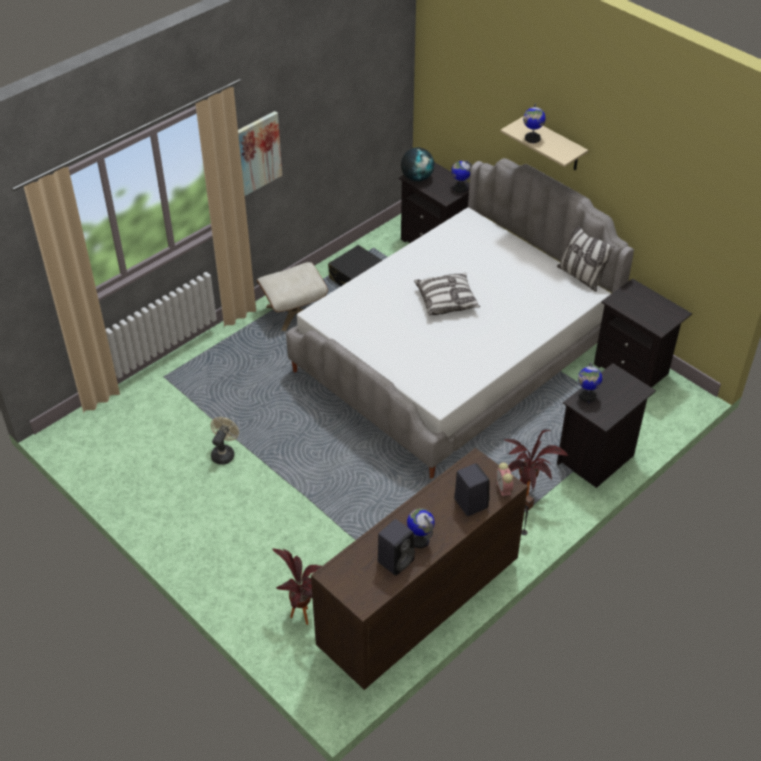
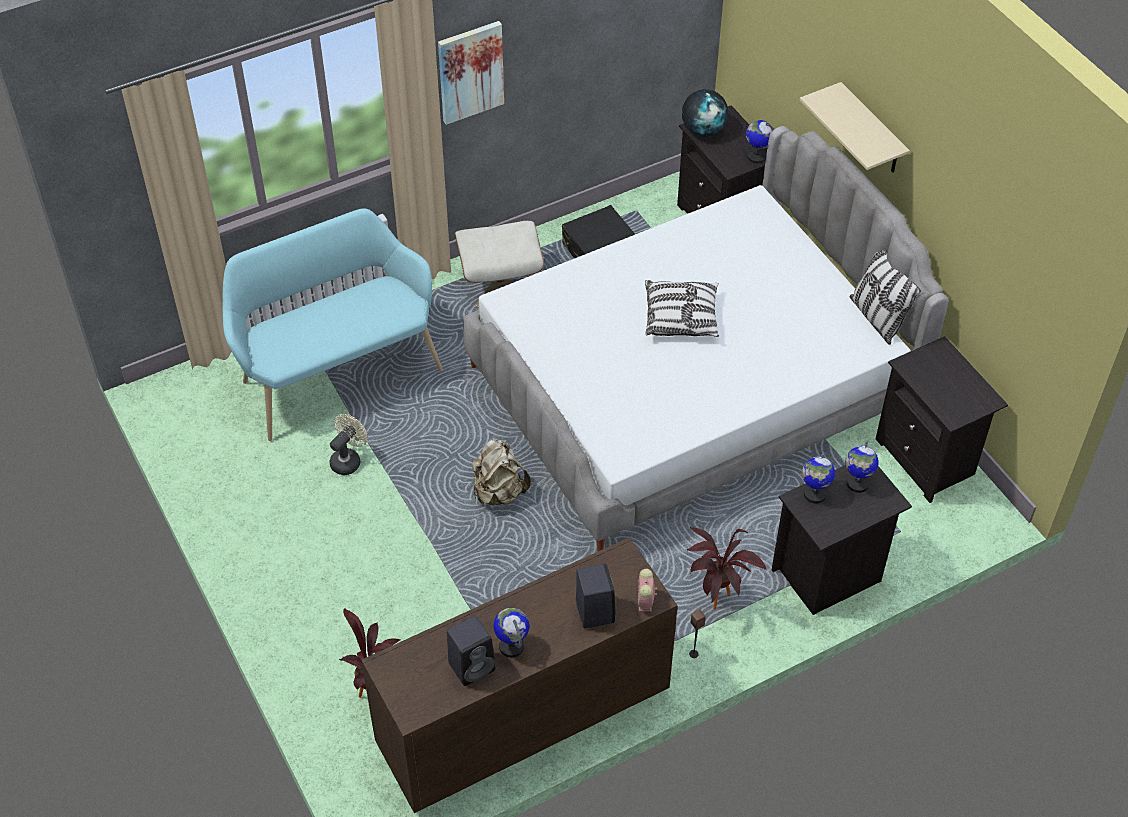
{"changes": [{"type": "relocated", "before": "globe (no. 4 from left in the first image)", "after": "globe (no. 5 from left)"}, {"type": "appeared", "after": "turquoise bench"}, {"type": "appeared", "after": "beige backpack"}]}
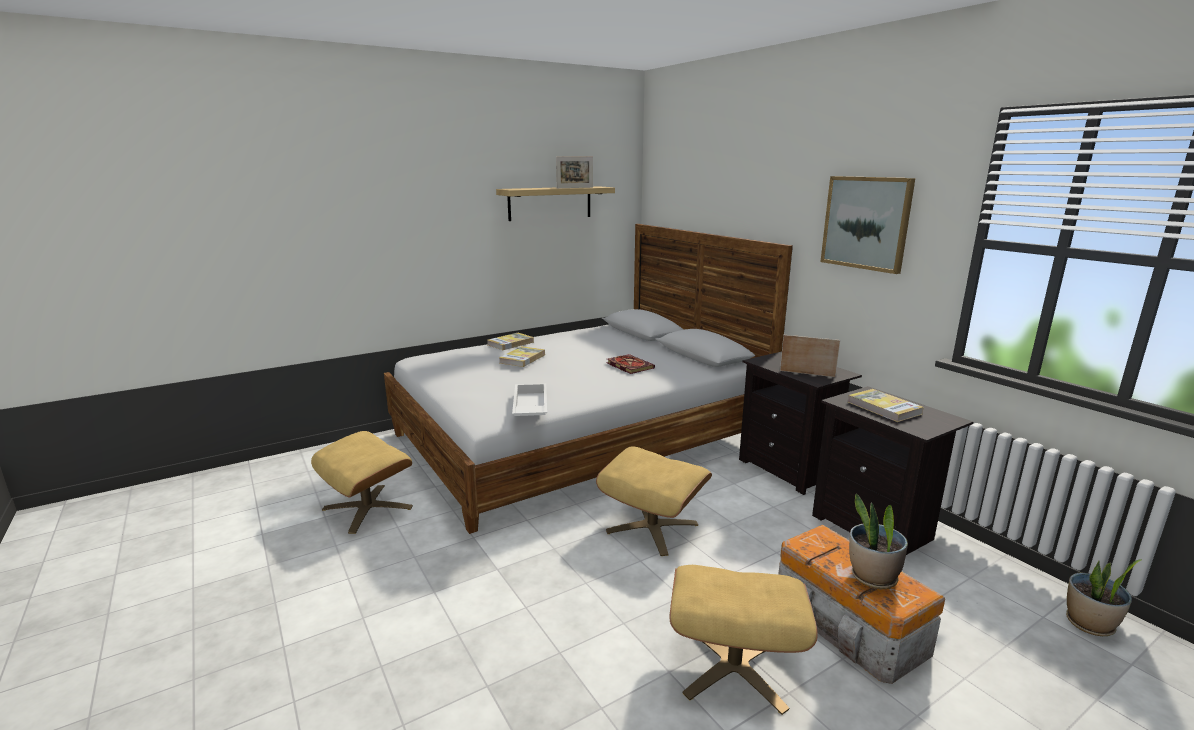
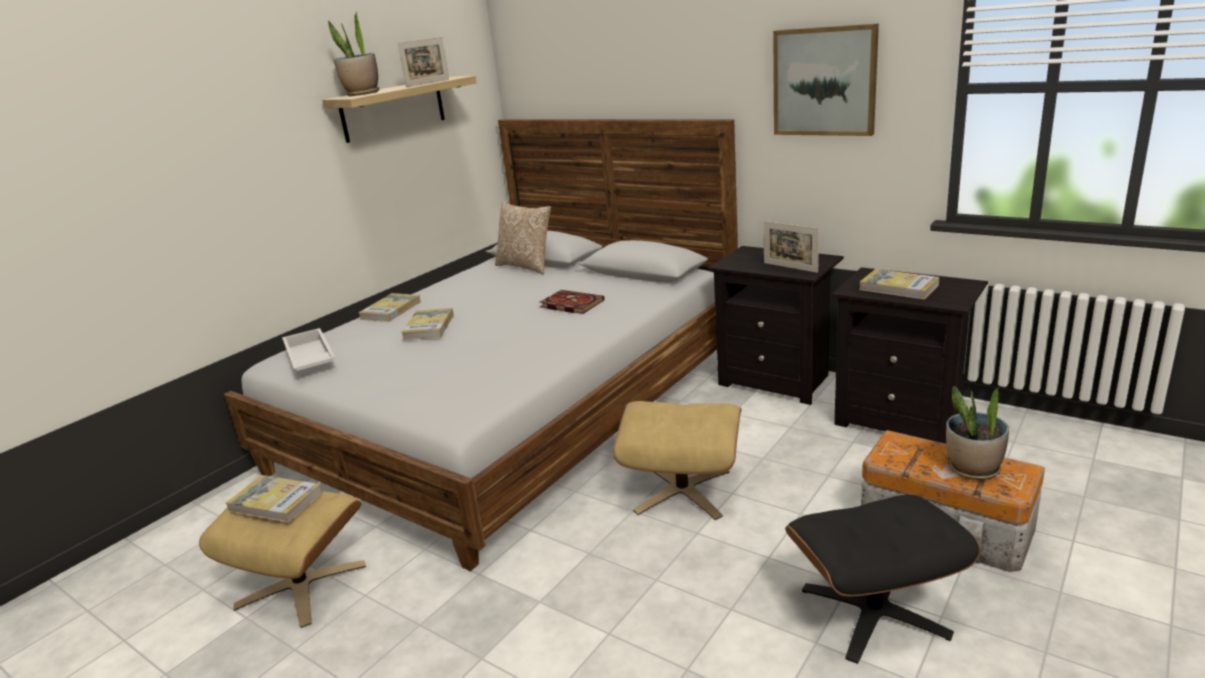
{"changes": [{"type": "spun", "before": "picture frame (no. 2 from left)", "turn": -135}, {"type": "relocated", "before": "white tray"}, {"type": "relocated", "before": "potted plant (no. 2 from left in the first image)", "after": "potted plant (no. 1 from left)"}, {"type": "colour", "before": "beige ottoman (no. 3 from left)", "after": "black ottoman"}, {"type": "appeared", "after": "pillow"}, {"type": "appeared", "after": "book (no. 1 from left)"}]}
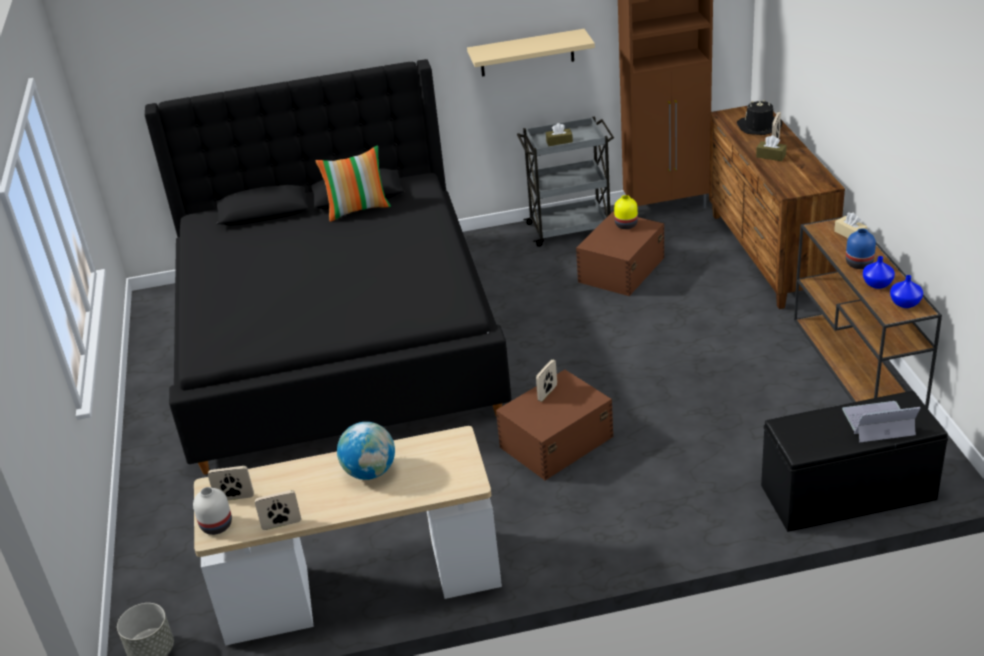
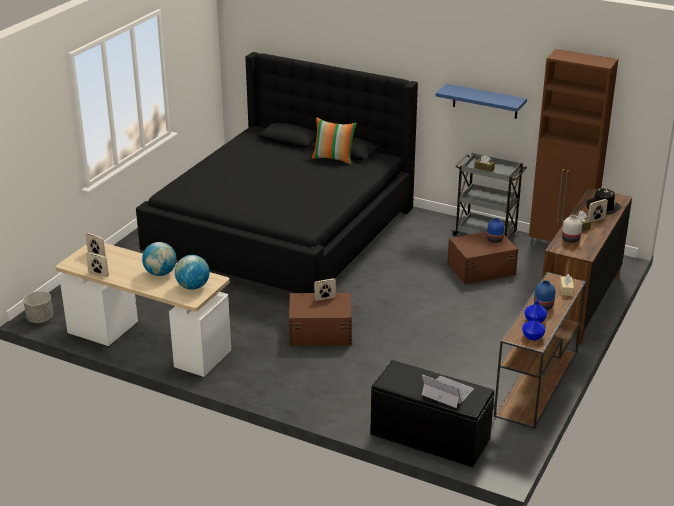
{"changes": [{"type": "colour", "before": "beige shelf", "after": "blue shelf"}, {"type": "colour", "before": "yellow vase", "after": "blue vase (no. 1 from left)"}, {"type": "relocated", "before": "white vase"}, {"type": "appeared", "after": "globe (no. 2 from left)"}]}
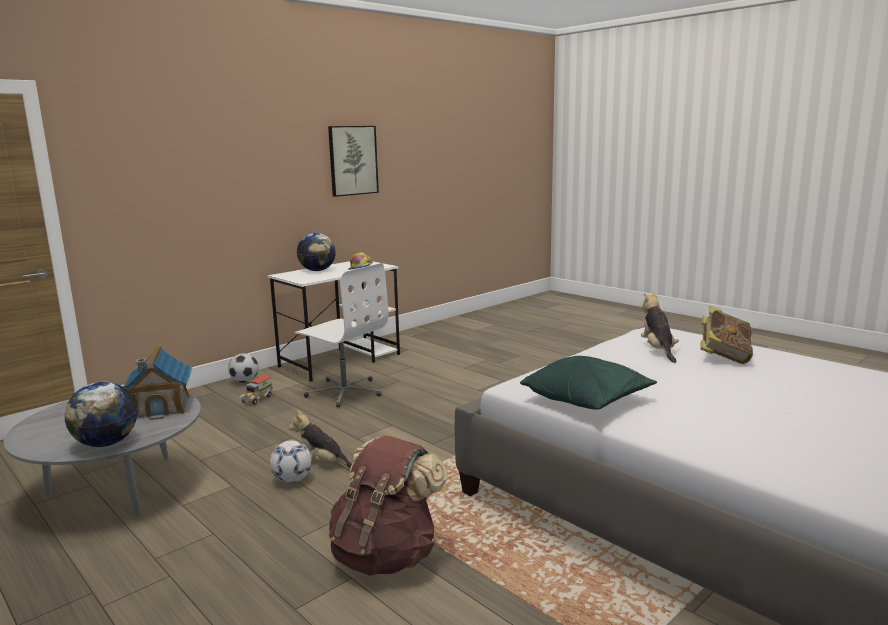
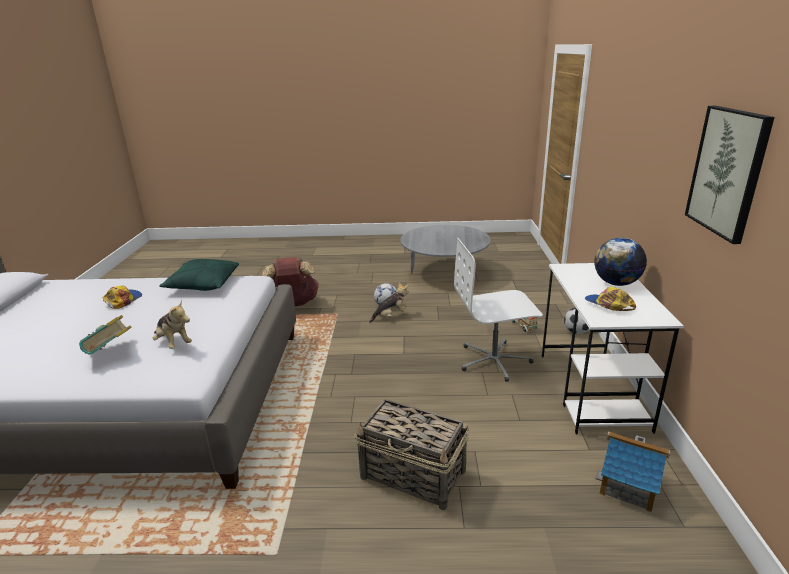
{"changes": [{"type": "relocated", "before": "toy house"}, {"type": "missing", "before": "globe (no. 1 from left)"}, {"type": "appeared", "after": "cap (no. 1 from left)"}, {"type": "appeared", "after": "basket"}]}
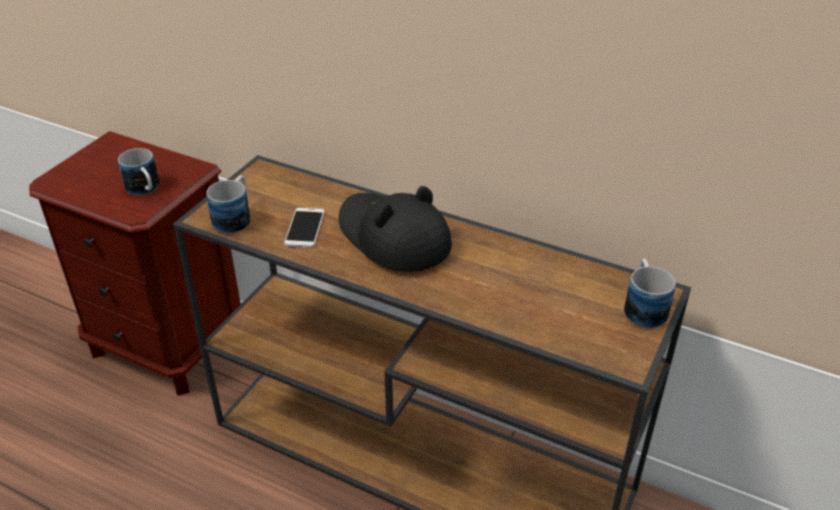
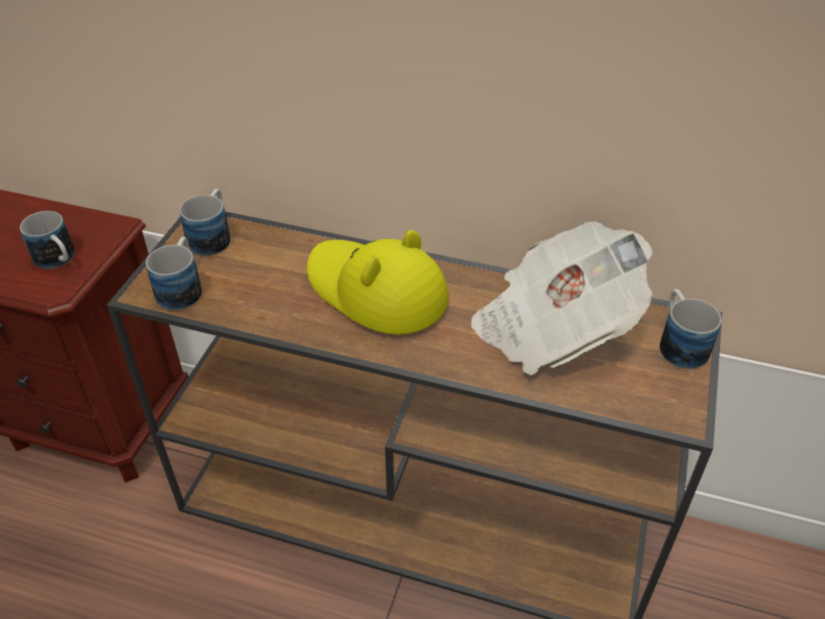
{"changes": [{"type": "colour", "before": "black hat", "after": "yellow hat"}, {"type": "missing", "before": "phone"}, {"type": "appeared", "after": "mug (no. 3 from left)"}, {"type": "appeared", "after": "newspaper"}]}
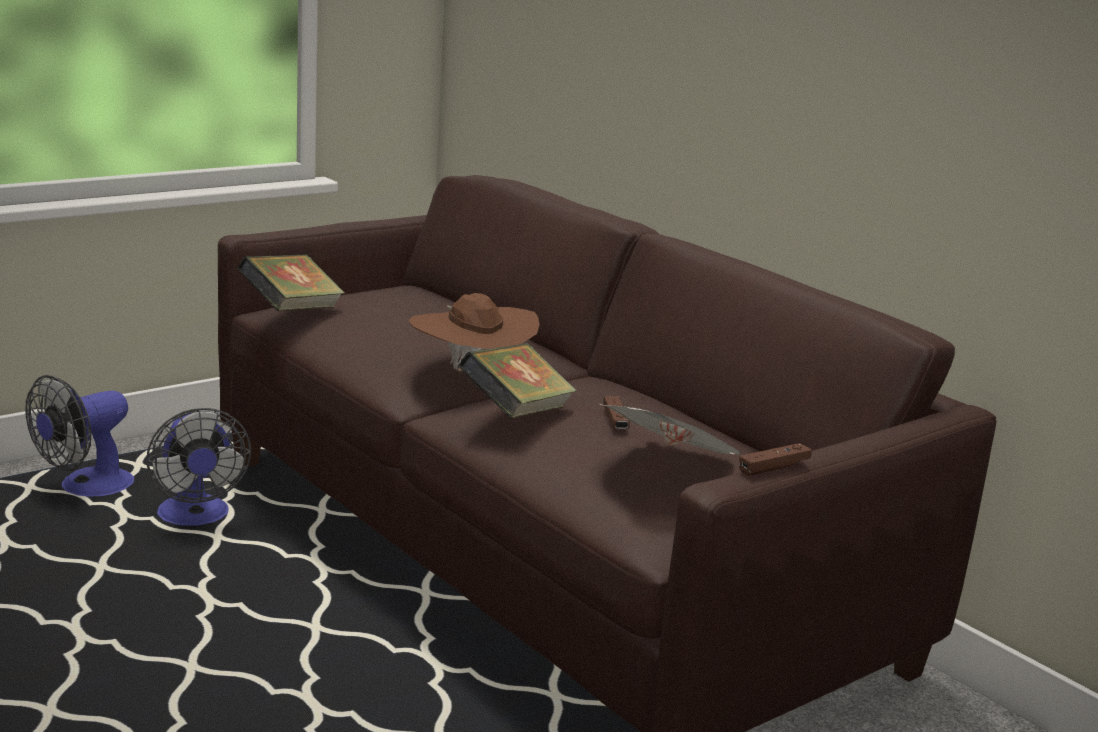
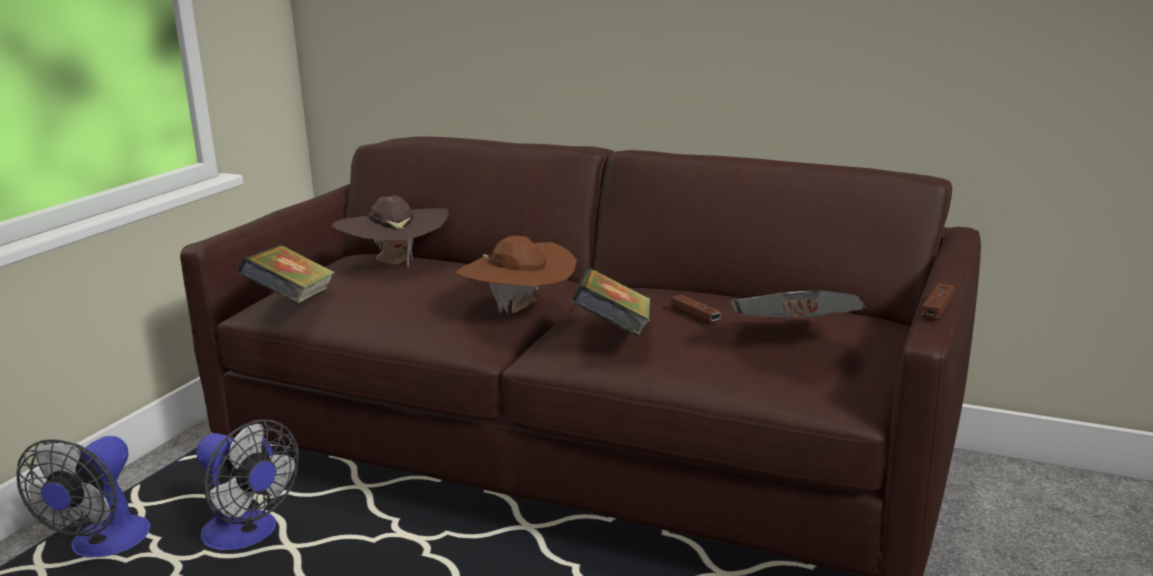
{"changes": [{"type": "appeared", "after": "brown hat (no. 1 from left)"}]}
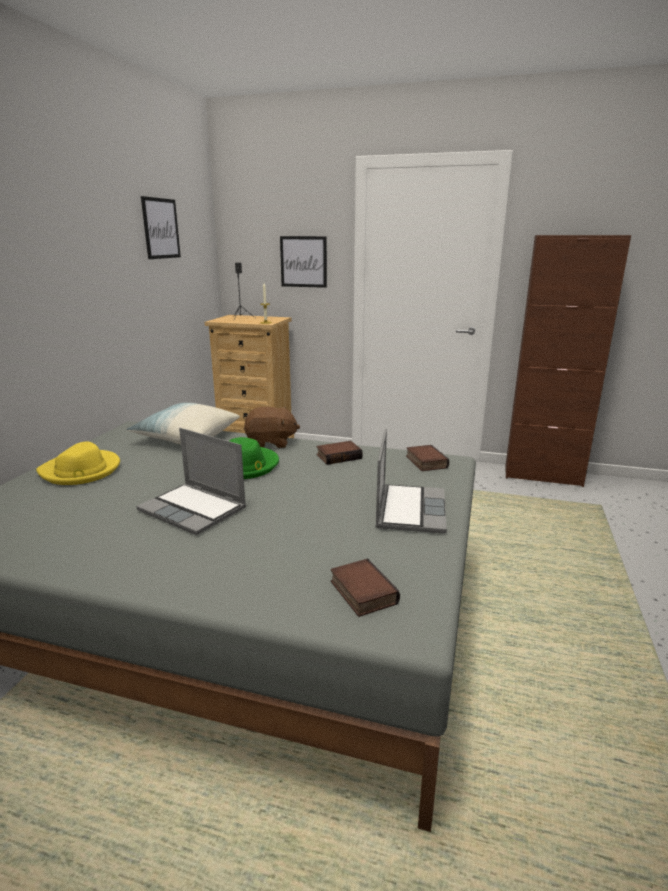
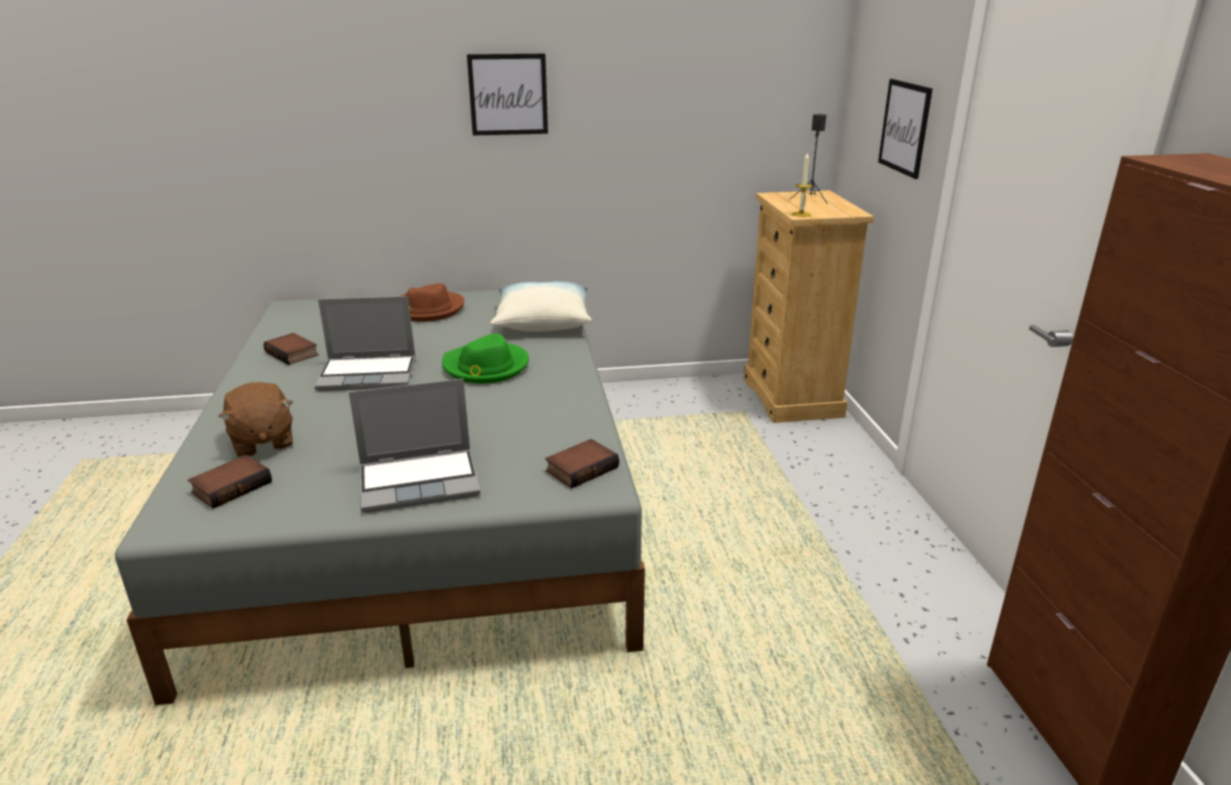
{"changes": [{"type": "relocated", "before": "picture (no. 1 from left)"}, {"type": "relocated", "before": "brown plush toy"}, {"type": "spun", "before": "laptop (no. 1 from left)", "turn": -105}, {"type": "relocated", "before": "book (no. 1 from left in the first image)", "after": "book (no. 2 from left)"}, {"type": "colour", "before": "yellow hat", "after": "brown hat"}]}
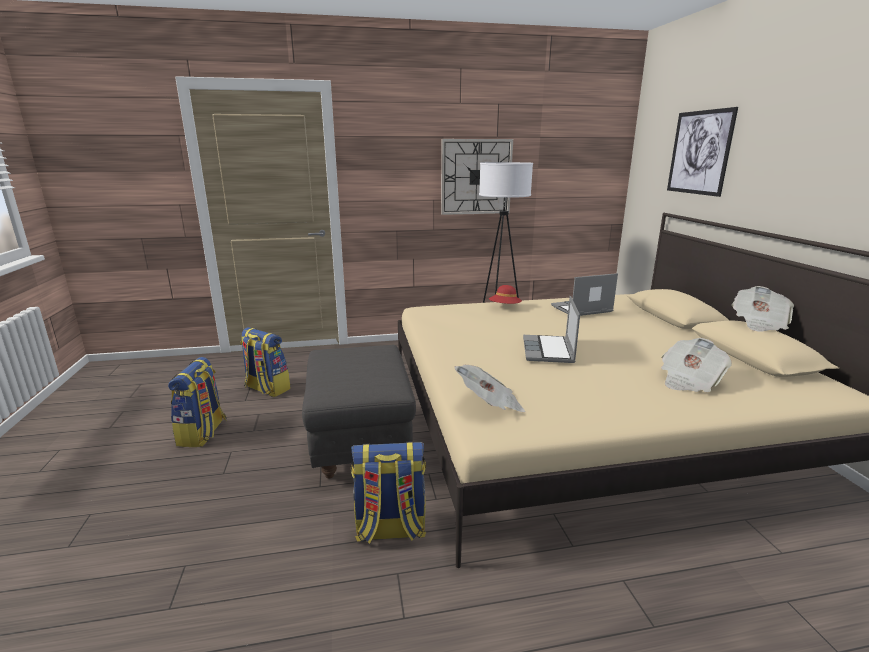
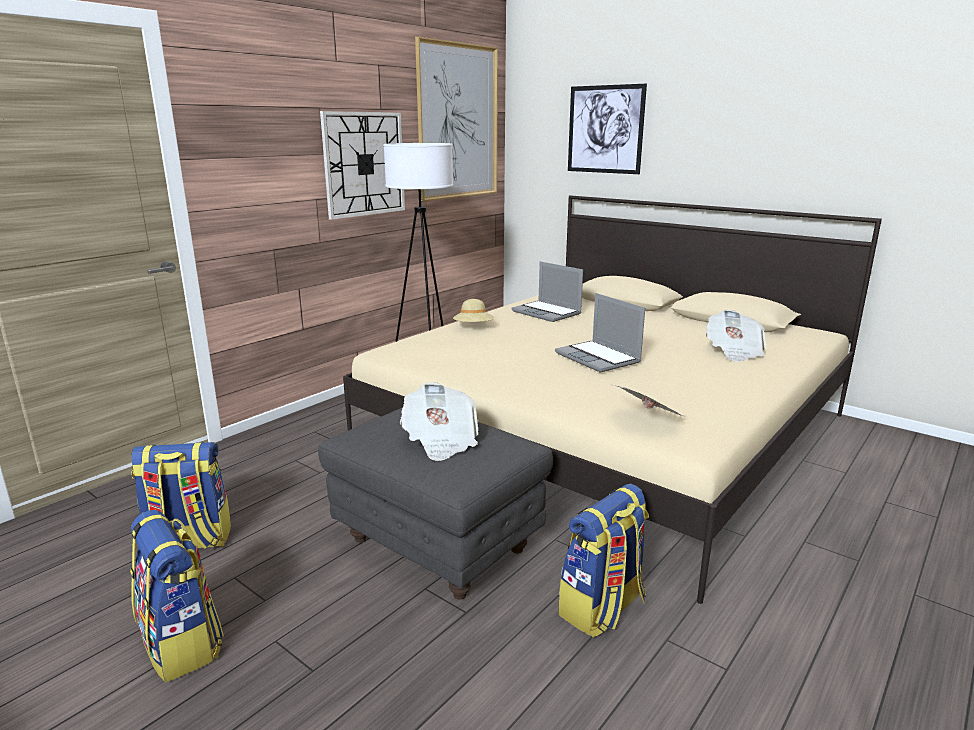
{"changes": [{"type": "spun", "before": "laptop (no. 2 from left in the first image)", "turn": -75}, {"type": "colour", "before": "red hat", "after": "beige hat"}, {"type": "relocated", "before": "newspaper (no. 3 from left in the first image)", "after": "newspaper (no. 1 from left)"}, {"type": "appeared", "after": "picture (no. 1 from left)"}]}
